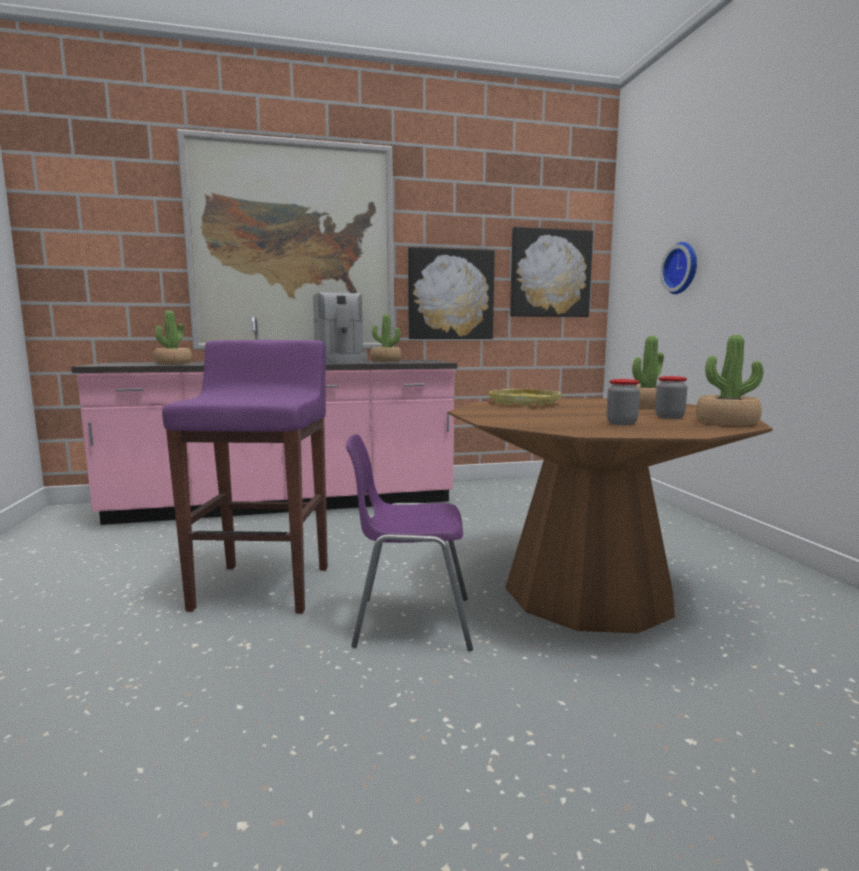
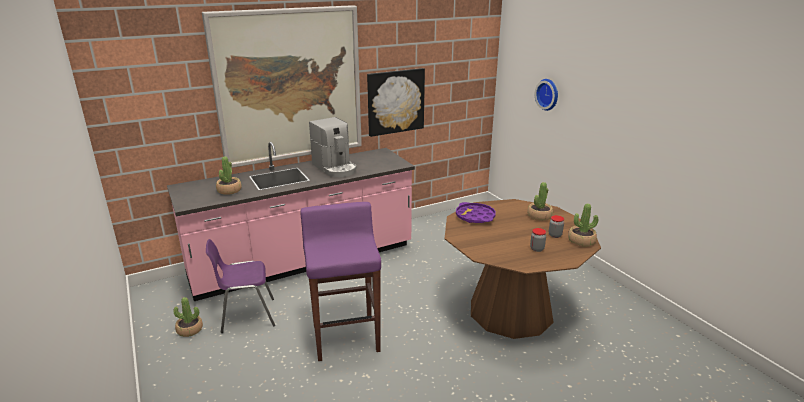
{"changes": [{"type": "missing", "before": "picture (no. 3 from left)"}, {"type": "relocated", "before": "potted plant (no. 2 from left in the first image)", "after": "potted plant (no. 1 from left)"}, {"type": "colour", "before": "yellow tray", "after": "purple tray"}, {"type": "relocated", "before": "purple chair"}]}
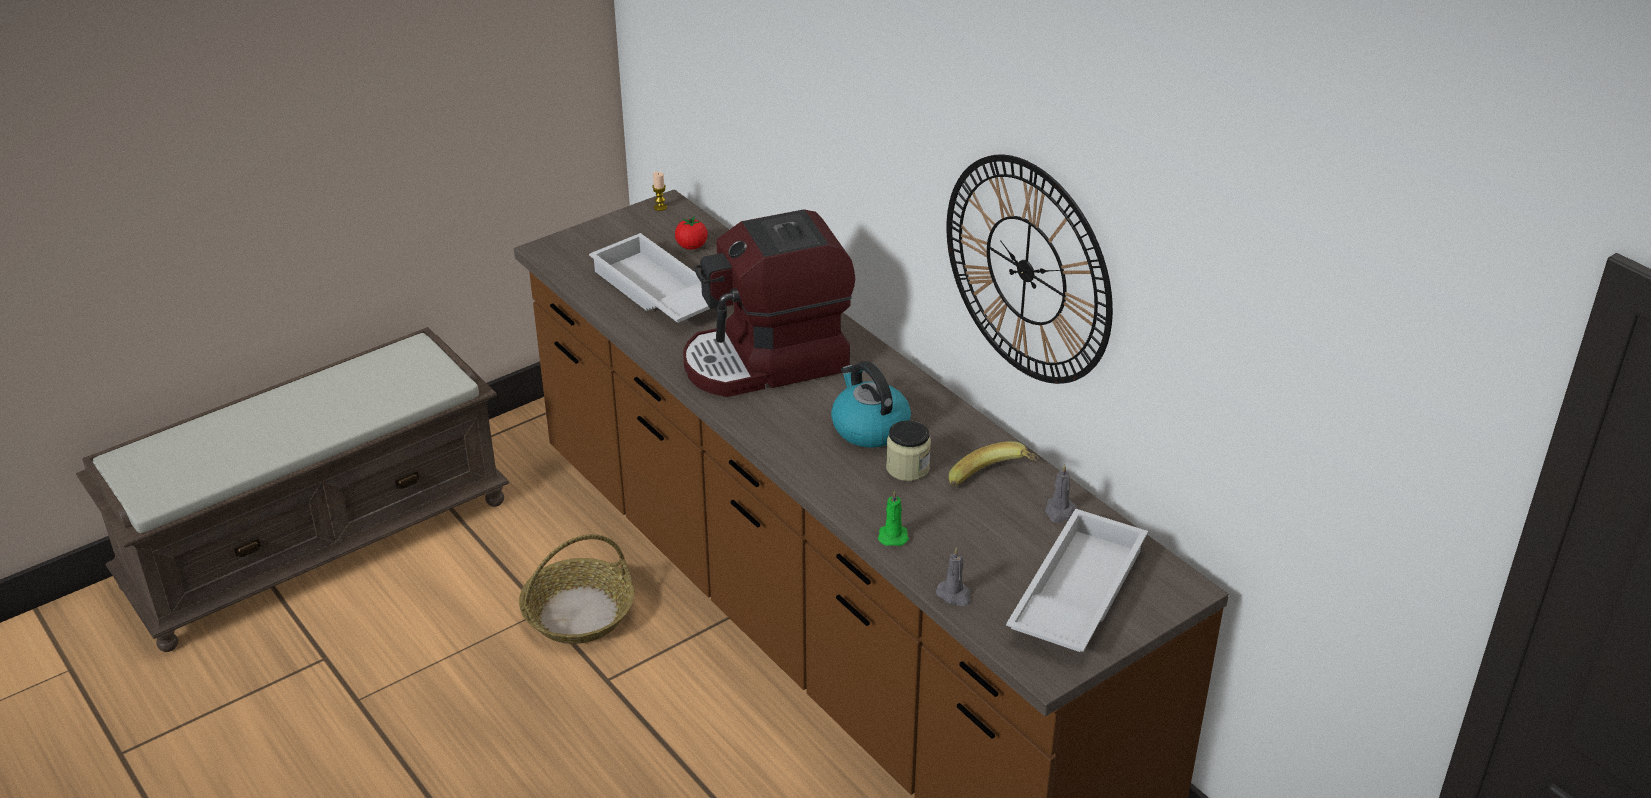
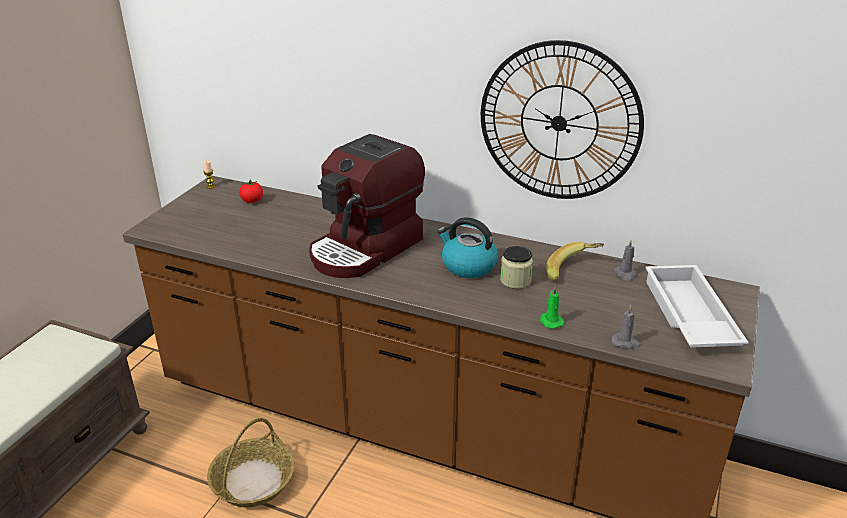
{"changes": [{"type": "missing", "before": "white tray (no. 1 from left)"}]}
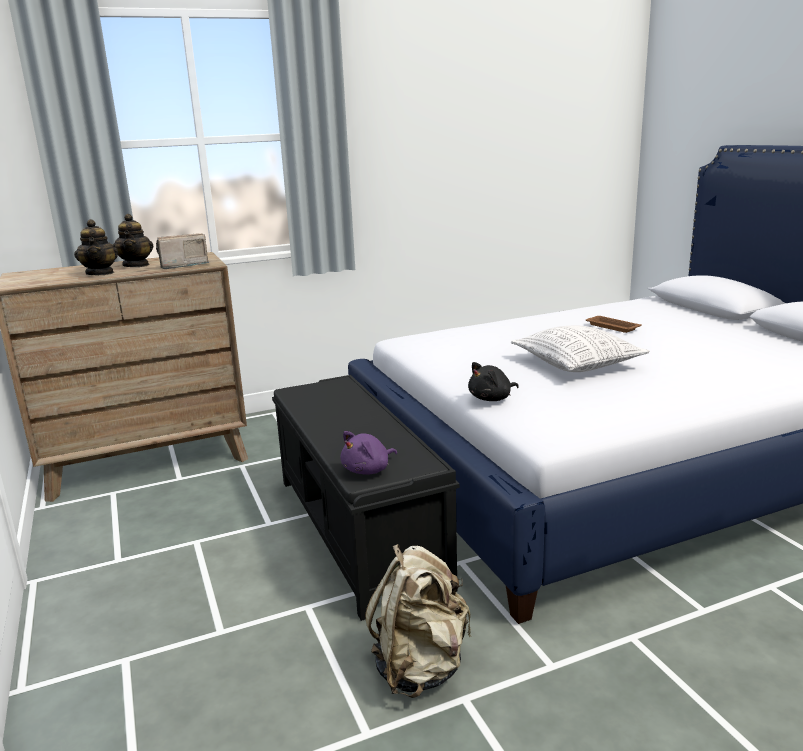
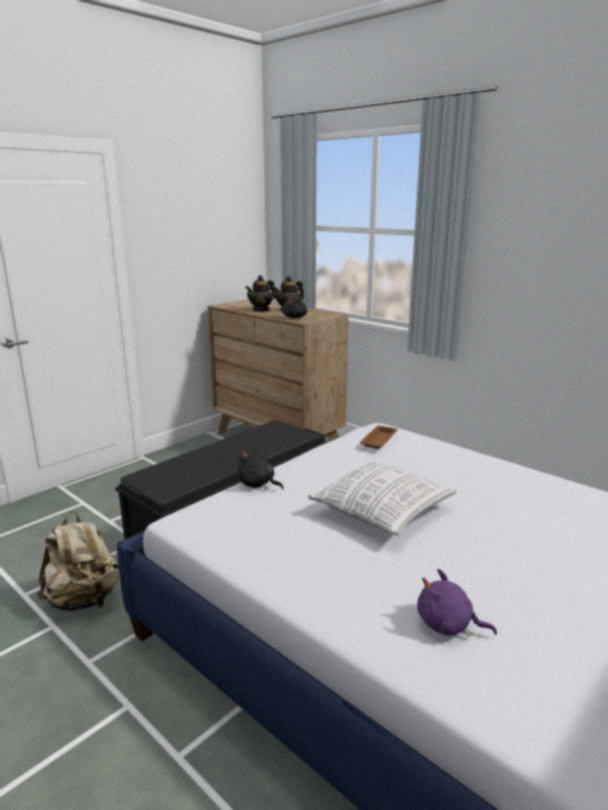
{"changes": [{"type": "exchanged", "before": "radio", "after": "black plush toy (no. 2 from left)"}, {"type": "relocated", "before": "brown tray"}, {"type": "relocated", "before": "purple plush toy"}]}
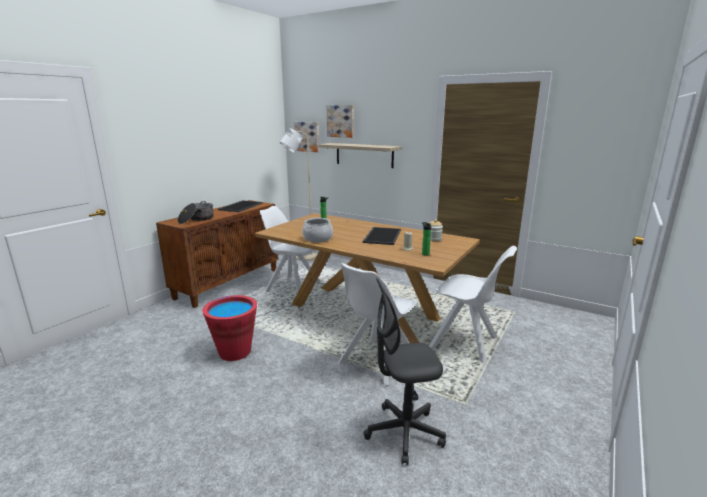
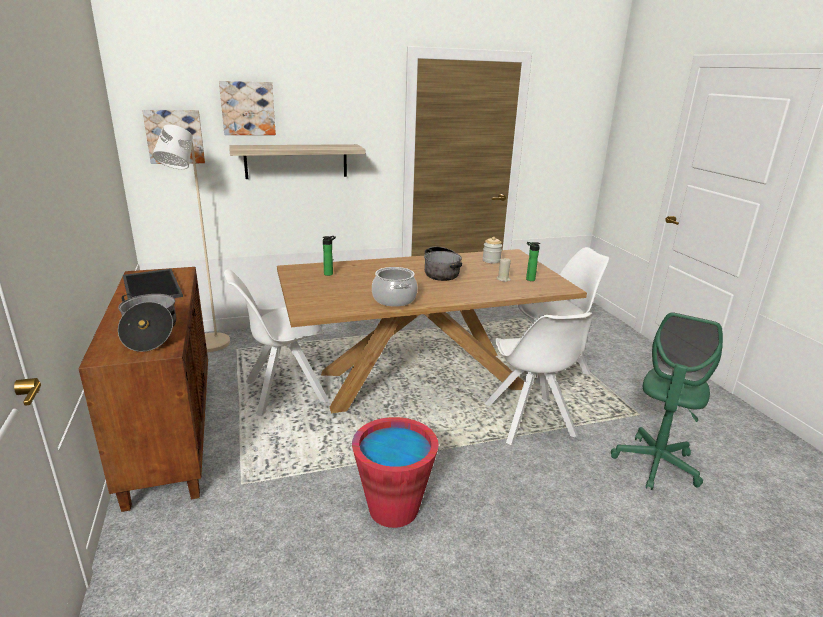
{"changes": [{"type": "exchanged", "before": "tray (no. 2 from left)", "after": "cooking pot (no. 3 from left)"}, {"type": "colour", "before": "grey office chair", "after": "green office chair"}]}
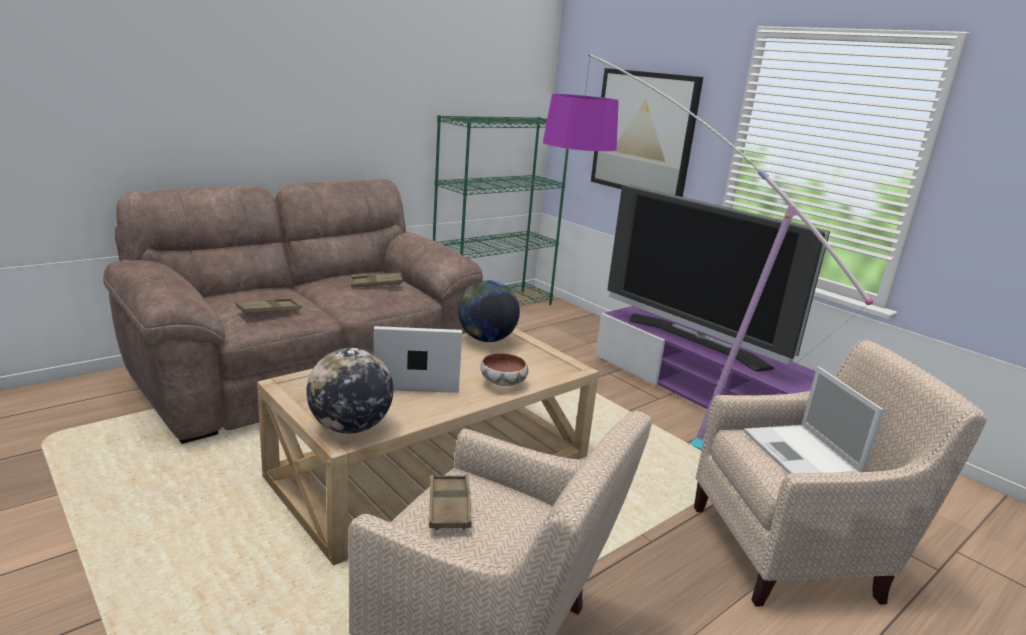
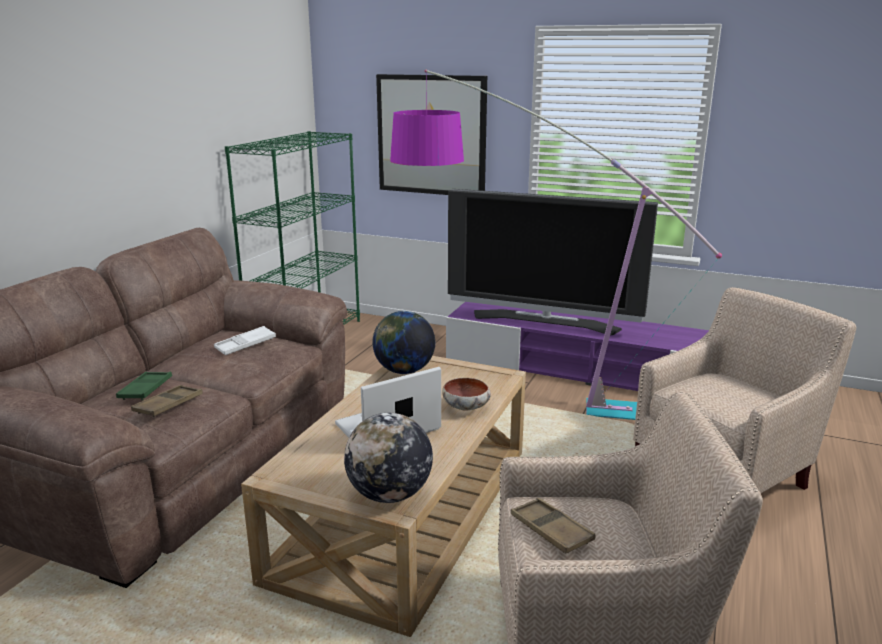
{"changes": [{"type": "colour", "before": "brown tray (no. 2 from left)", "after": "white tray"}, {"type": "missing", "before": "laptop (no. 2 from left)"}, {"type": "appeared", "after": "green tray"}]}
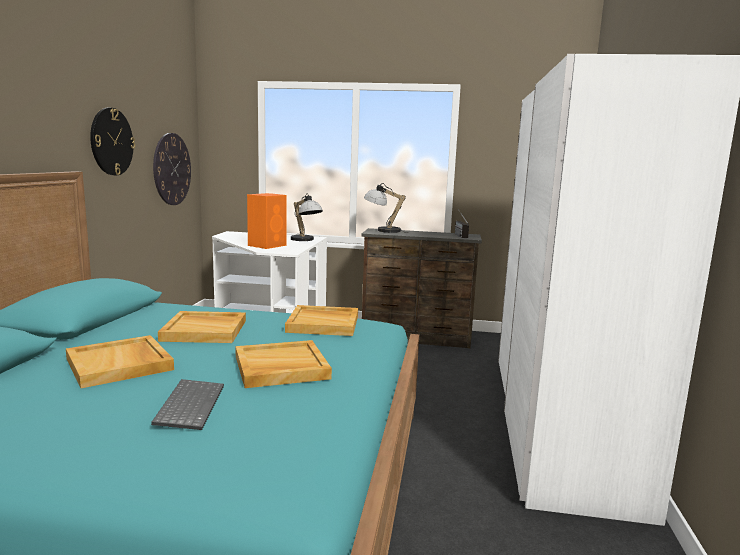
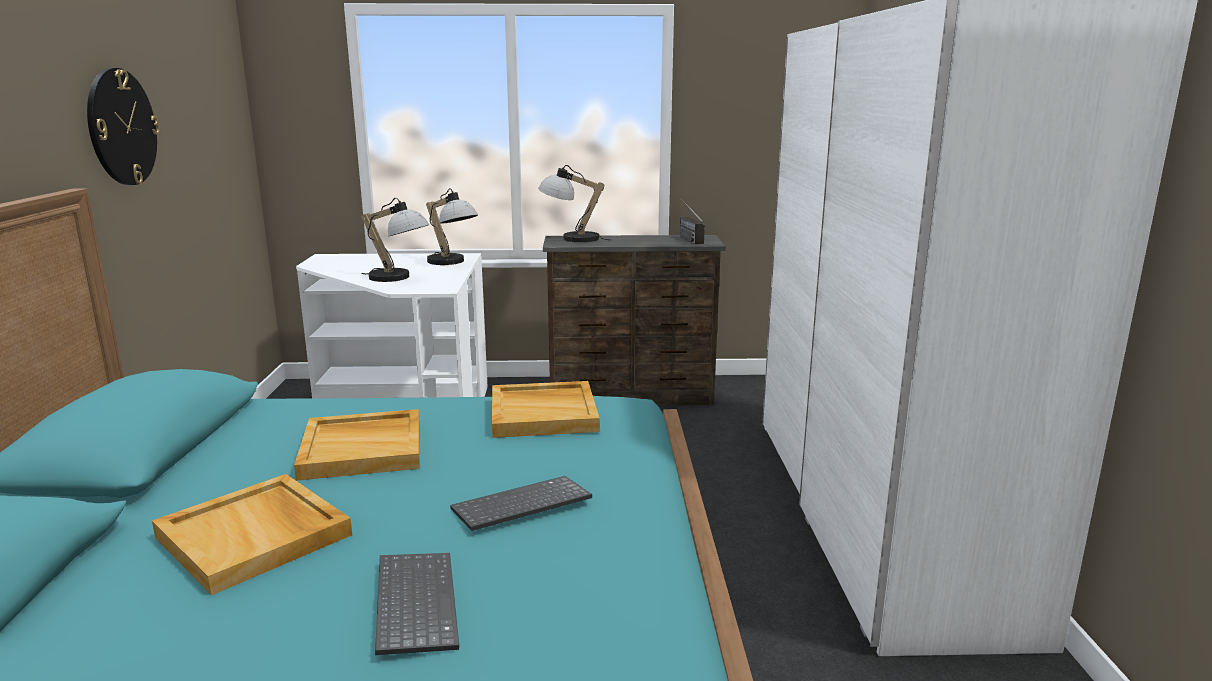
{"changes": [{"type": "missing", "before": "wall clock (no. 2 from left)"}, {"type": "exchanged", "before": "orange speaker", "after": "table lamp (no. 1 from left)"}, {"type": "exchanged", "before": "beige tray (no. 3 from left)", "after": "keyboard (no. 2 from left)"}]}
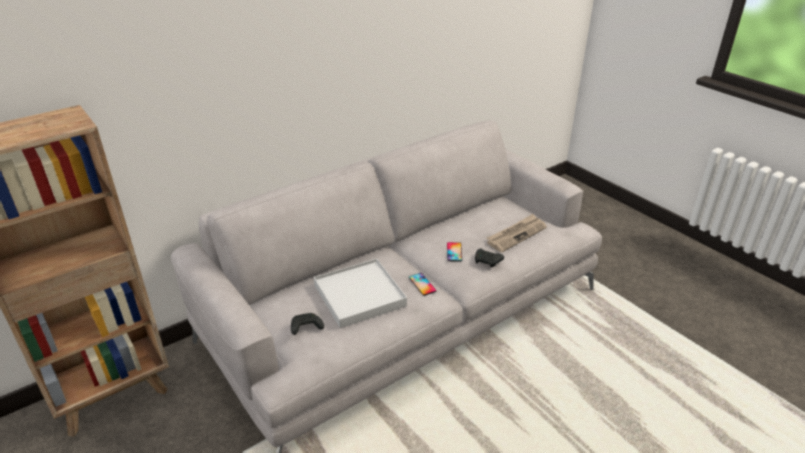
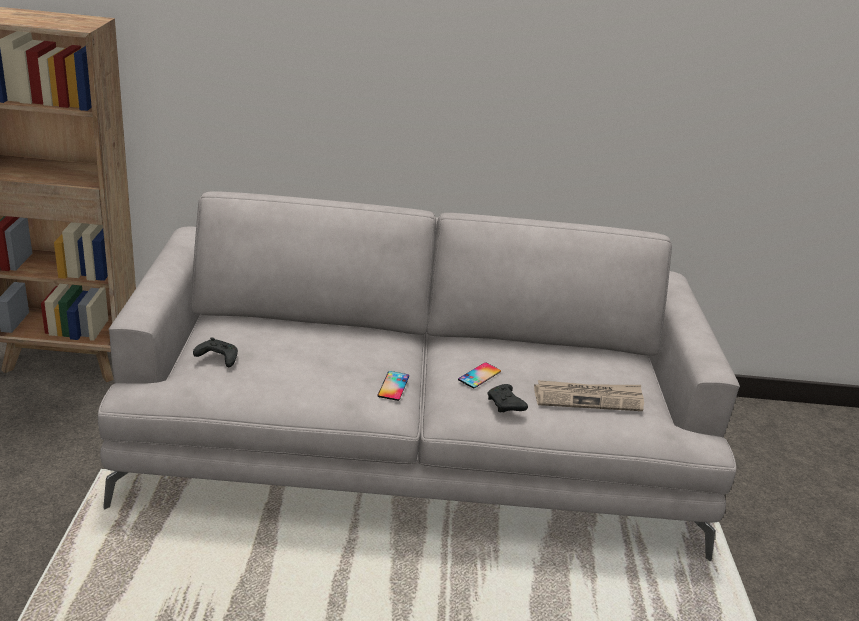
{"changes": [{"type": "missing", "before": "white tray"}]}
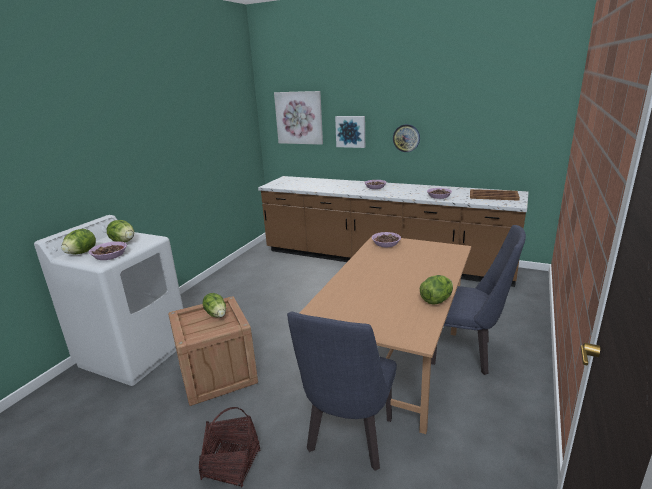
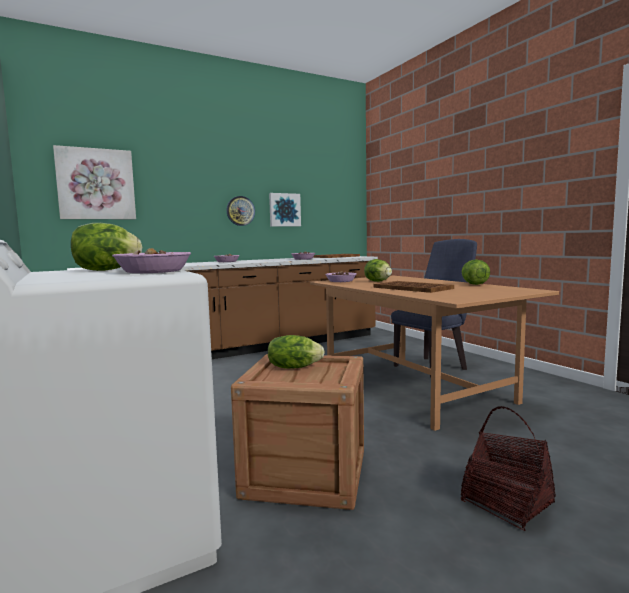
{"changes": [{"type": "relocated", "before": "picture (no. 2 from left)"}, {"type": "relocated", "before": "lettuce (no. 1 from left in the first image)", "after": "lettuce (no. 3 from left)"}, {"type": "missing", "before": "blue chair (no. 1 from left)"}, {"type": "appeared", "after": "brown tray (no. 2 from left)"}]}
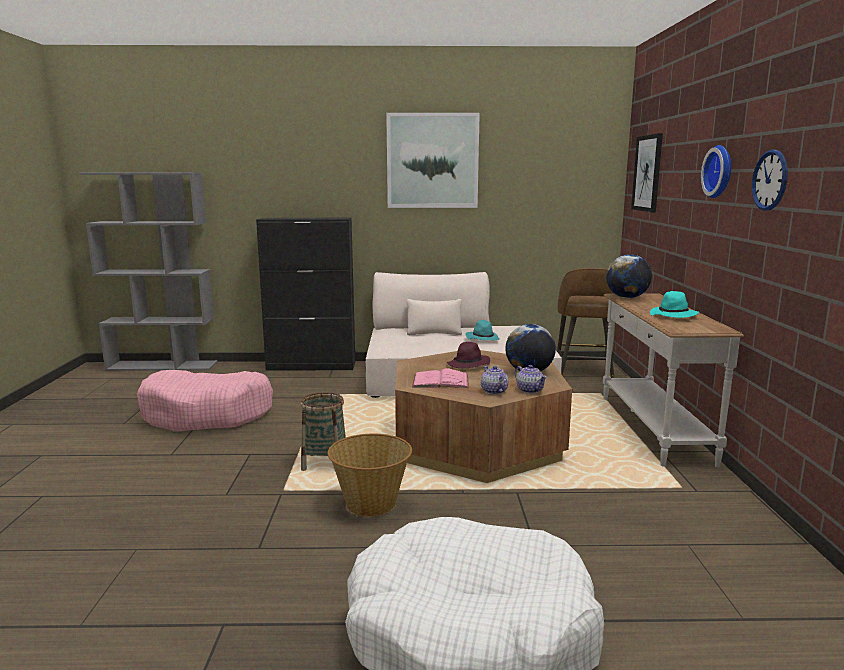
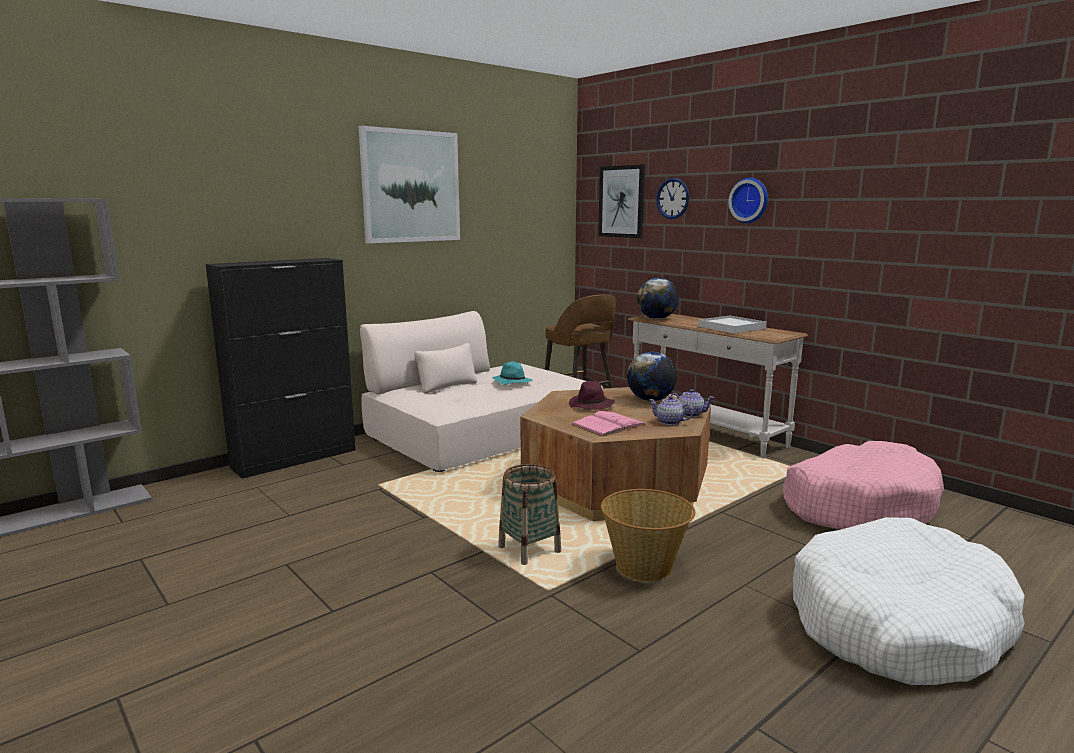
{"changes": [{"type": "relocated", "before": "wall clock (no. 2 from left in the first image)", "after": "wall clock (no. 1 from left)"}, {"type": "exchanged", "before": "turquoise hat (no. 2 from left)", "after": "white tray"}, {"type": "relocated", "before": "pink dog bed"}]}
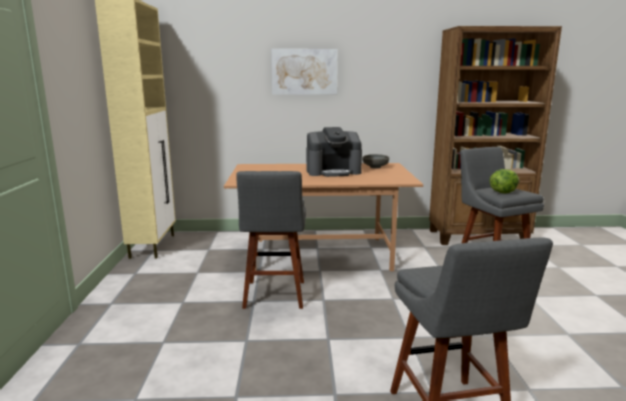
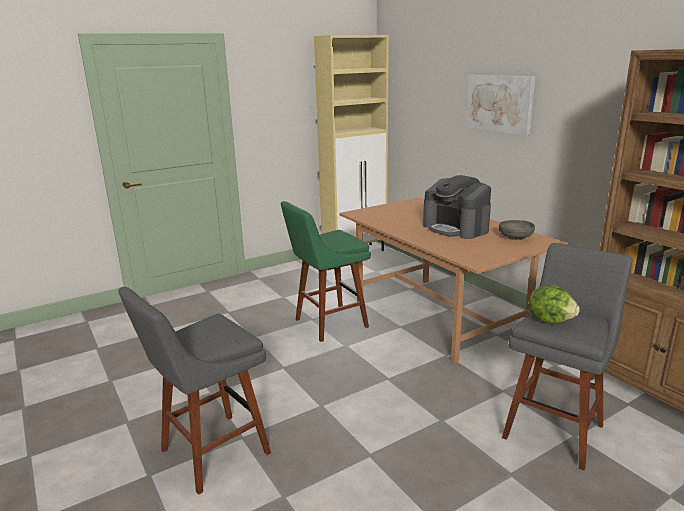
{"changes": [{"type": "colour", "before": "grey stool (no. 1 from left)", "after": "green stool"}]}
